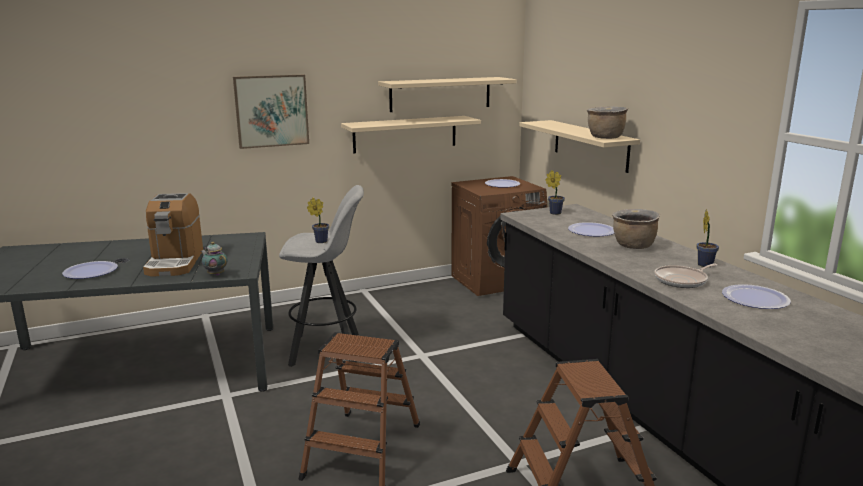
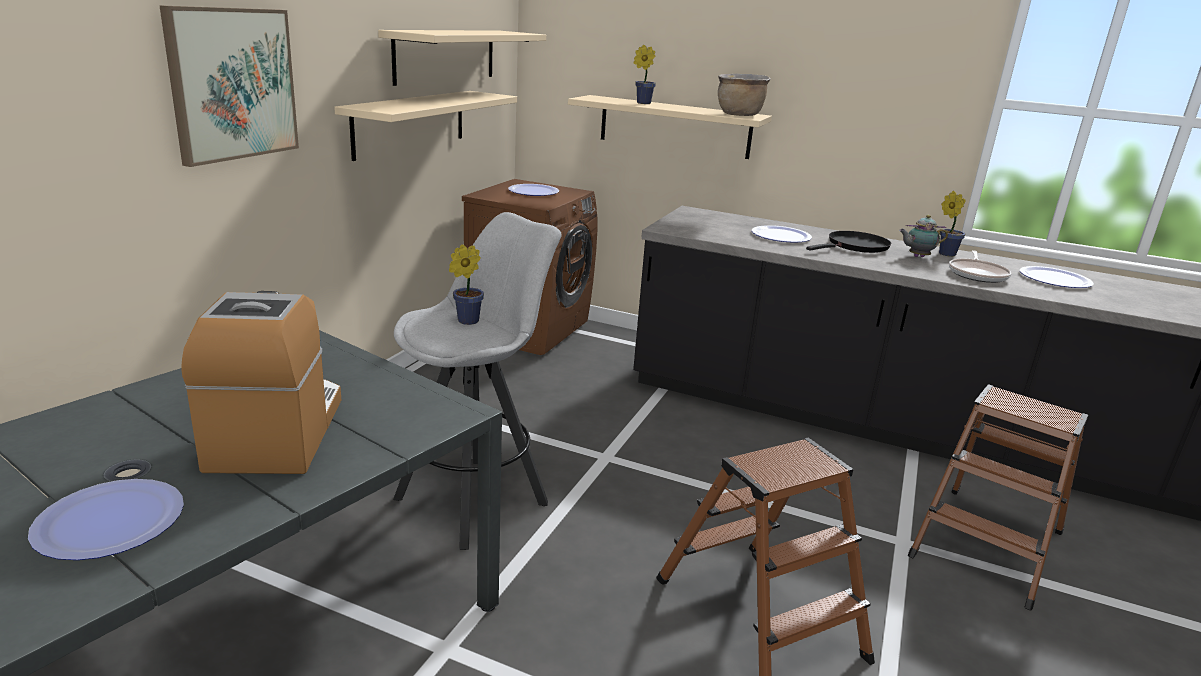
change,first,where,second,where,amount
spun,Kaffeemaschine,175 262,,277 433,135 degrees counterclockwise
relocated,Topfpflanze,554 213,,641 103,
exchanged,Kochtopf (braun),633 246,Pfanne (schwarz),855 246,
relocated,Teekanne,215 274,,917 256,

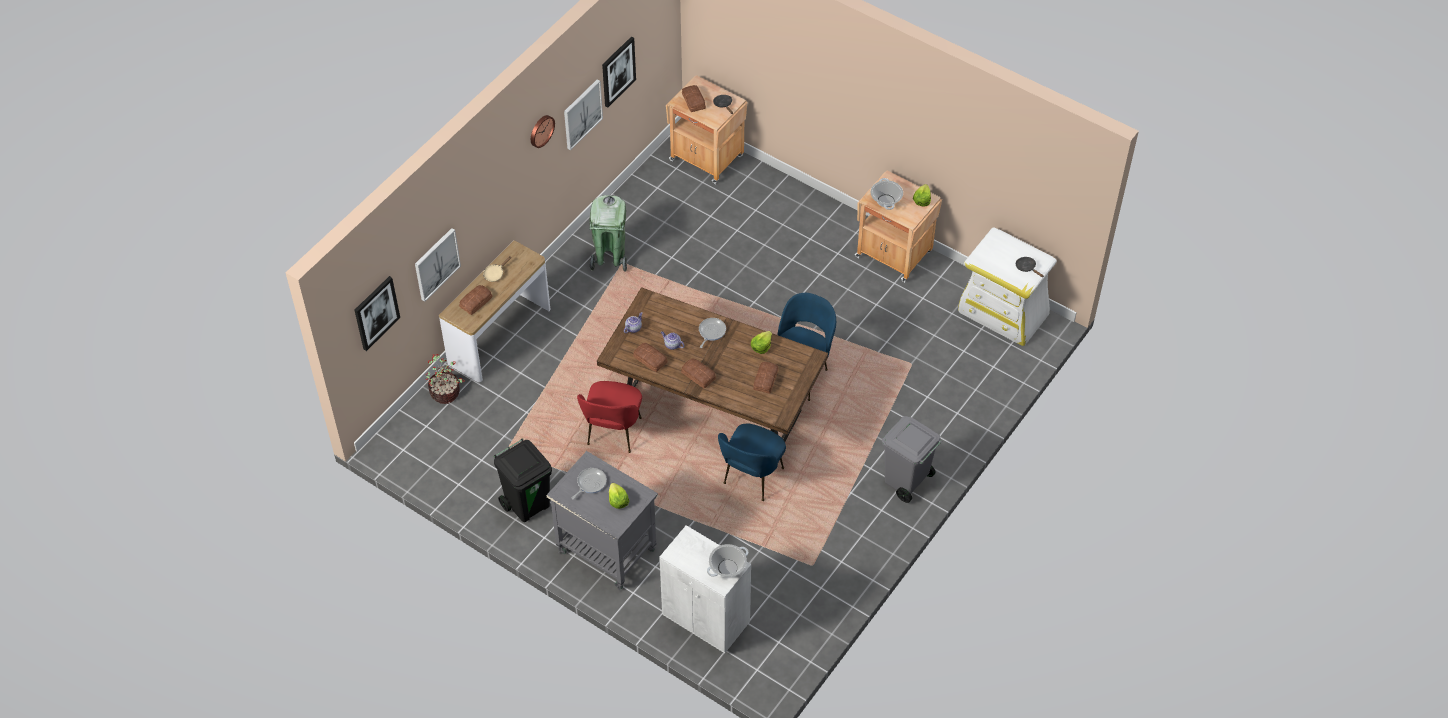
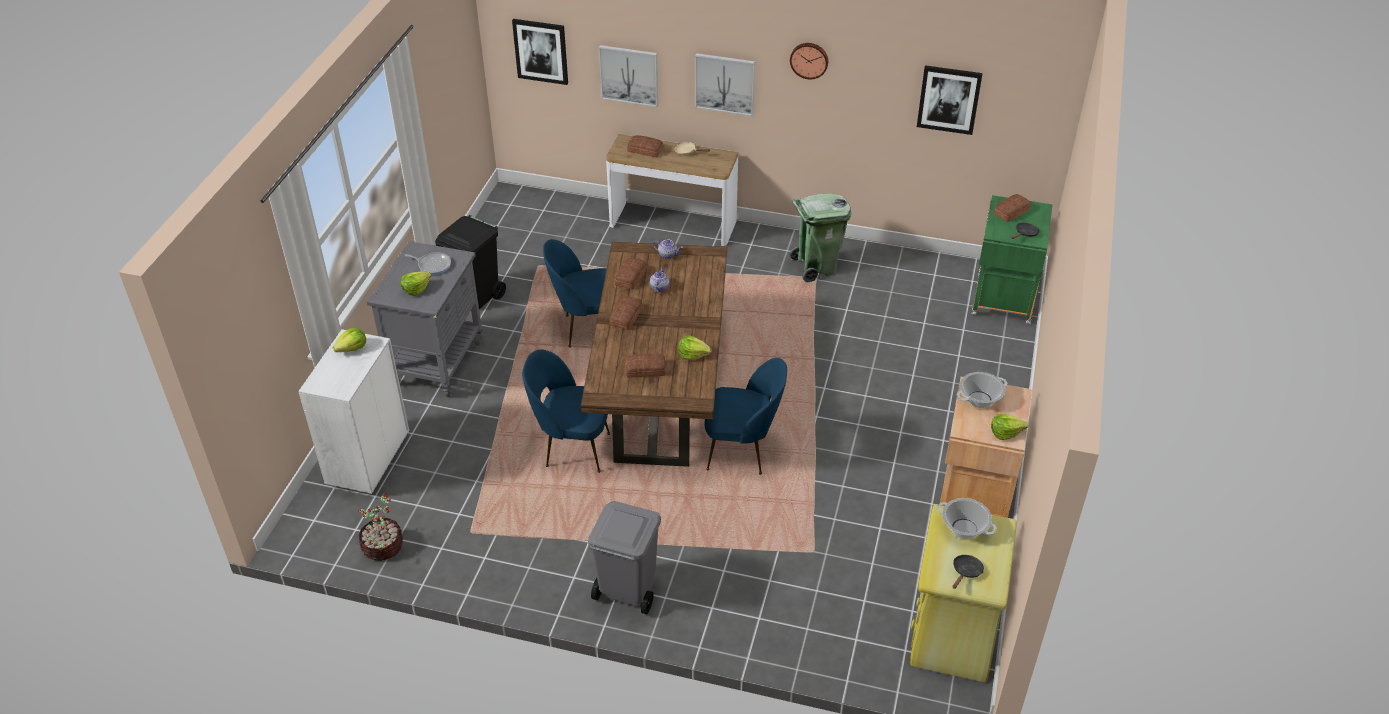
change,first,where,second,where,amount
appeared,,,Salatkopf,352 348,
relocated,Topfpflanze,446 393,,383 548,
colour,Stuhl (rot),612 435,Stuhl (blau),586 329,
relocated,Bild,582 114,,725 83,
colour,Nachttisch (weiß),1003 313,Nachttisch (gelb),953 629,
relocated,Kochtopf,727 568,,964 529,
colour,Rollwagen (braun),707 159,Rollwagen (grün),1003 300,
missing,Pfanne,711 332,,,

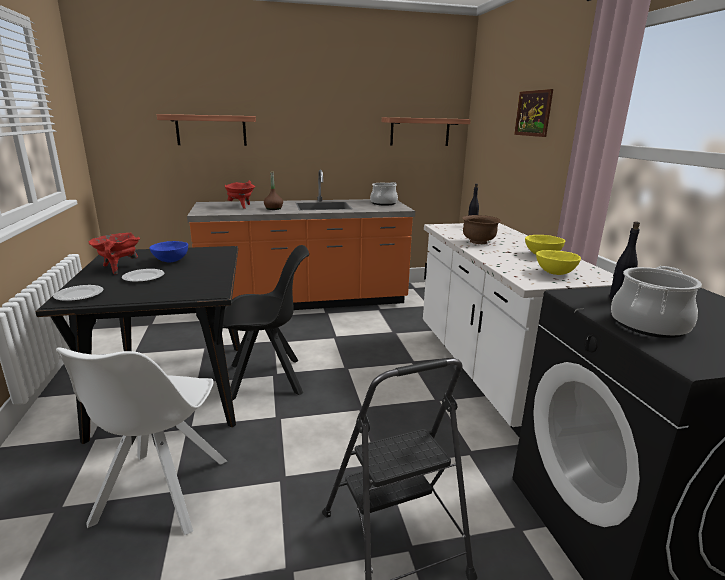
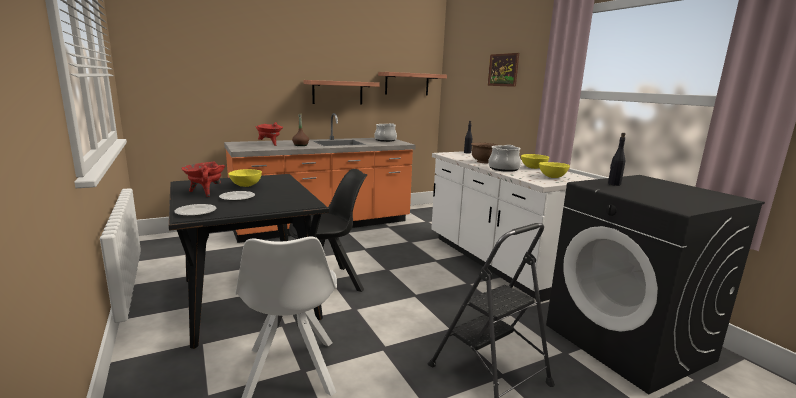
change,first,where,second,where,amount
colour,Schüssel (blau),170 261,Schüssel (gelb),246 186,
relocated,Wandregal,211 130,,337 92,
relocated,Kochtopf,648 324,,503 169,

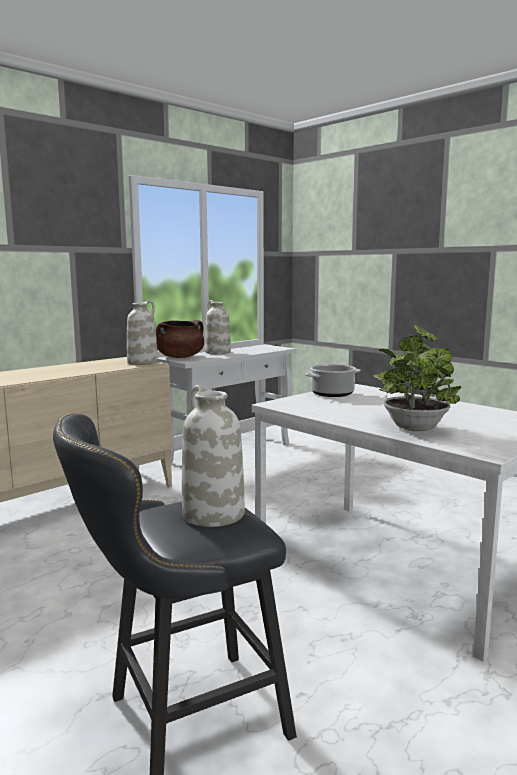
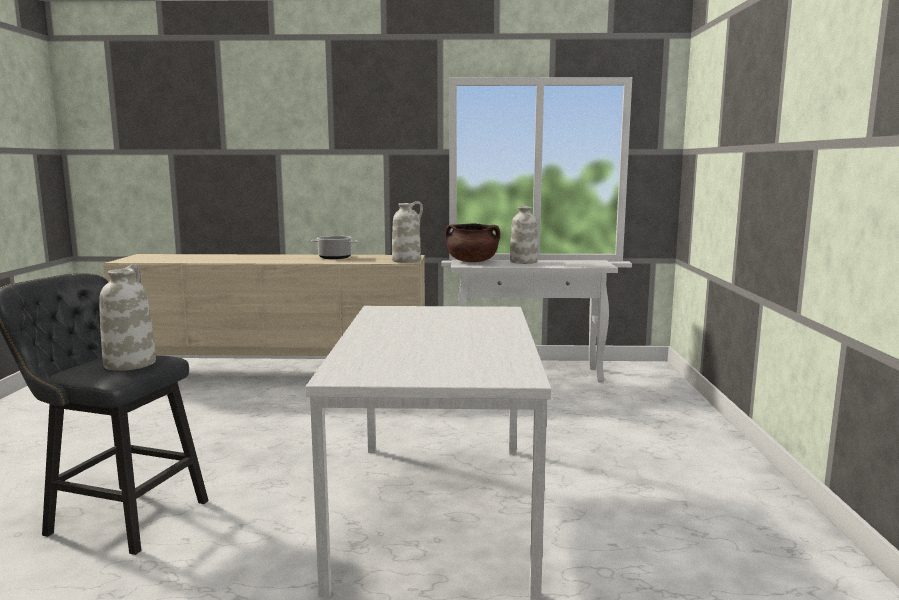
change,first,where,second,where,amount
relocated,Kochtopf,332 394,,334 257,
missing,Topfpflanze,414 426,,,

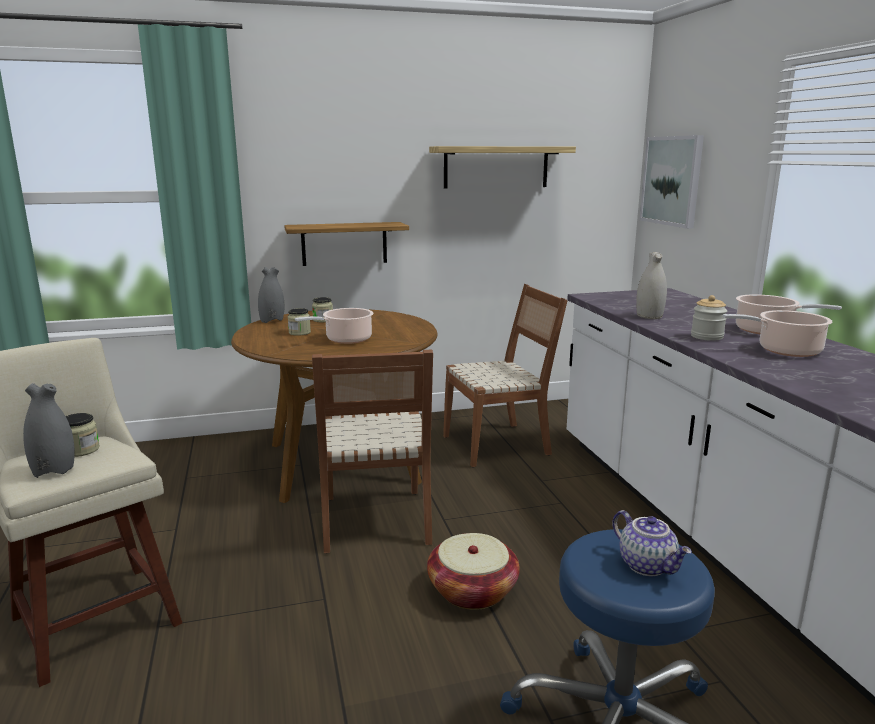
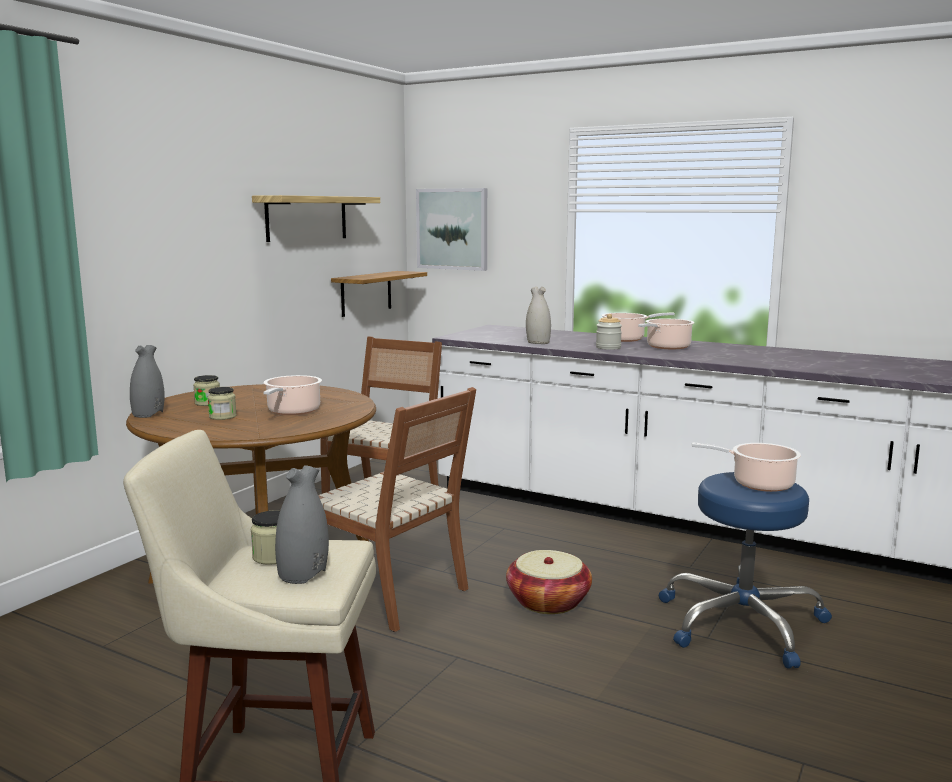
change,first,where,second,where,amount
relocated,Wandregal,344 243,,366 293,
exchanged,Teekanne,648 565,Kochtopf,758 484,

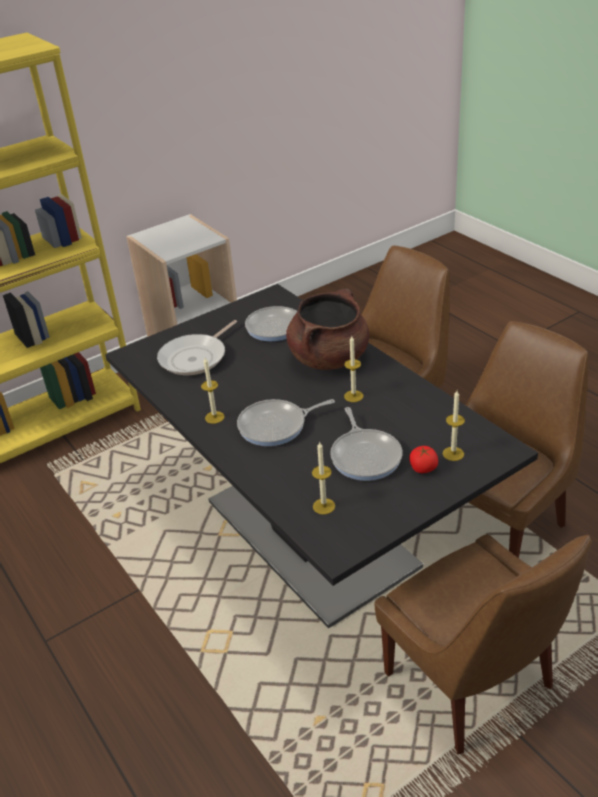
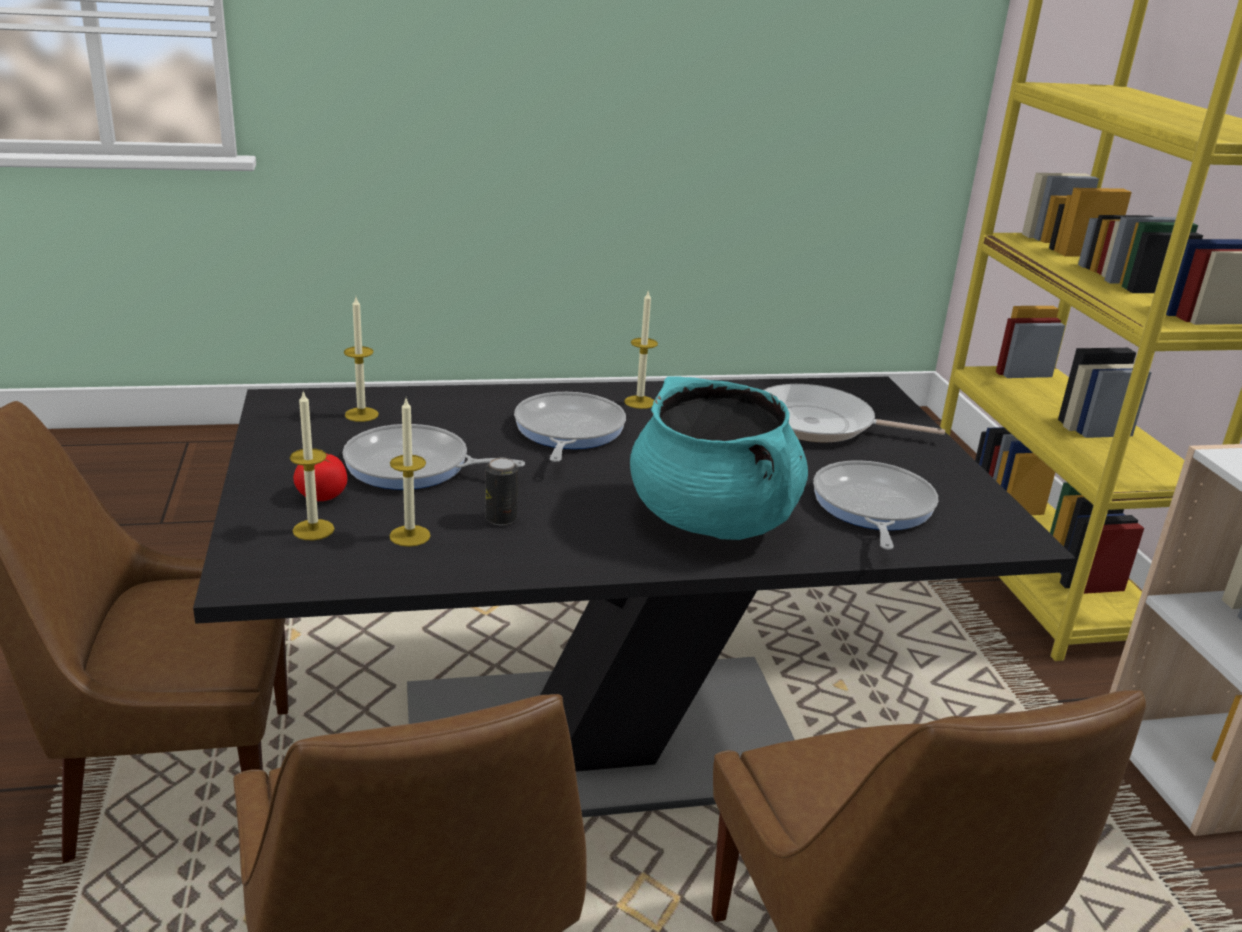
change,first,where,second,where,amount
relocated,Kerze,353 396,,410 536,
appeared,,,Dose,501 519,
colour,Kochtopf (braun),329 358,Kochtopf (türkis),713 520,
spun,Pfanne,196 357,,820 424,45 degrees counterclockwise

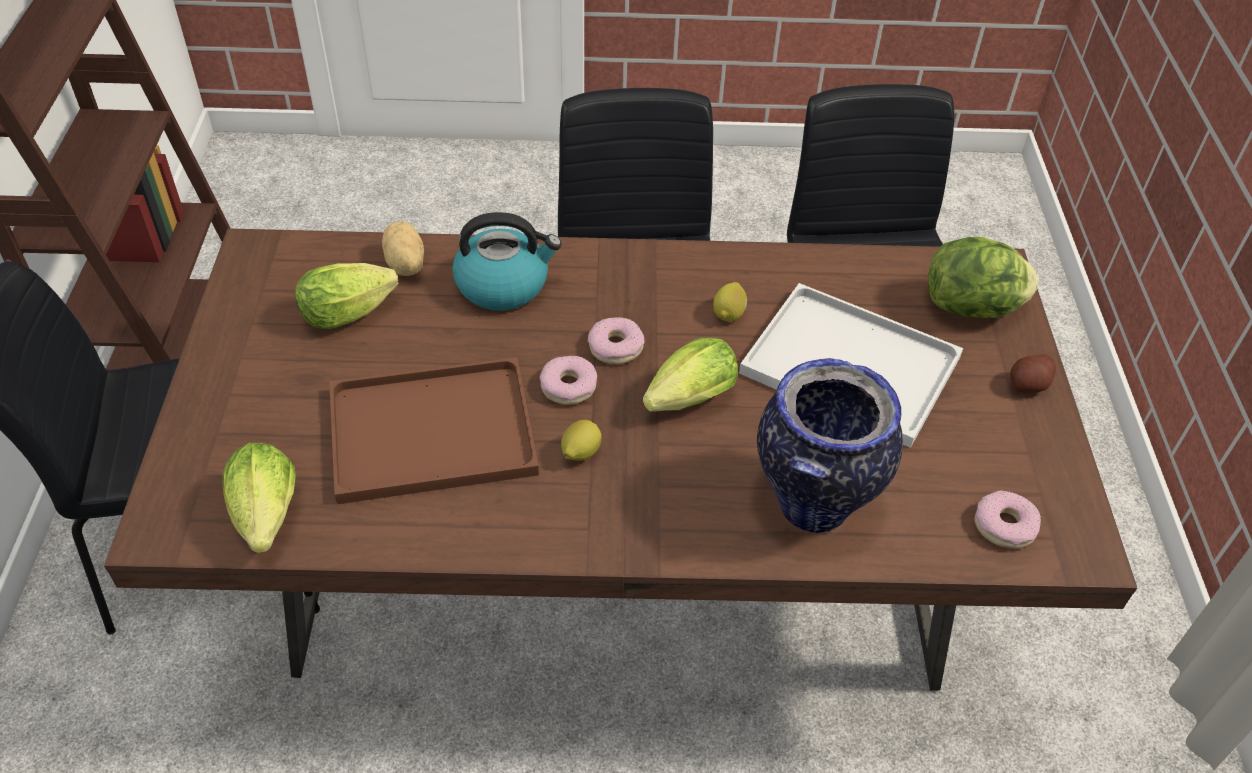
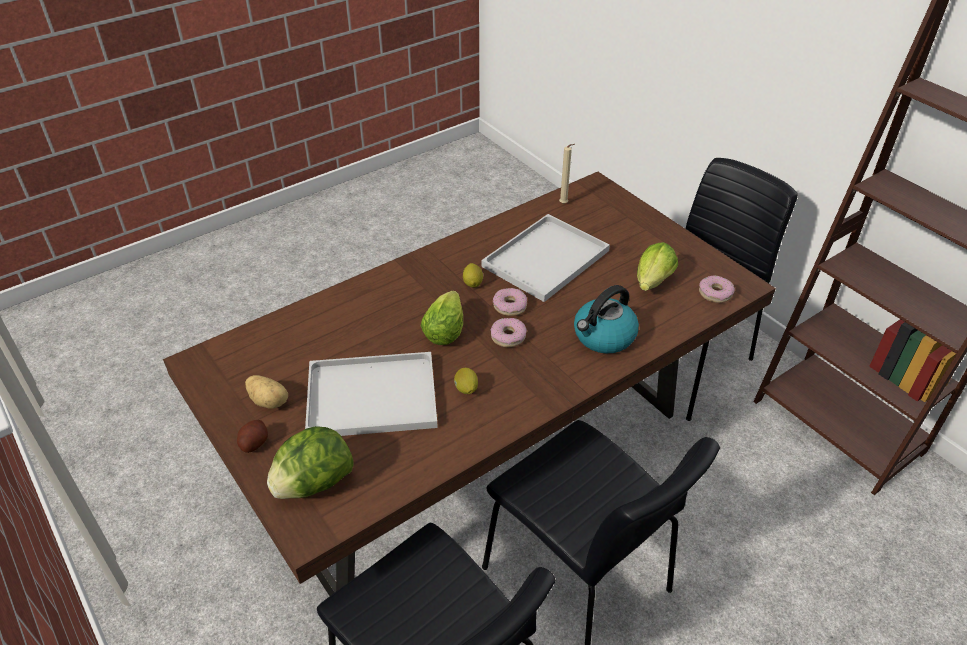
change,first,where,second,where,amount
relocated,Kartoffel,404 265,,269 401,
colour,Tablett (braun),428 434,Tablett (weiß),546 257,
exchanged,Salatkopf,266 521,Kerze (beige),564 204,
relocated,Donut,1004 526,,715 293,
missing,Vase,813 504,,,

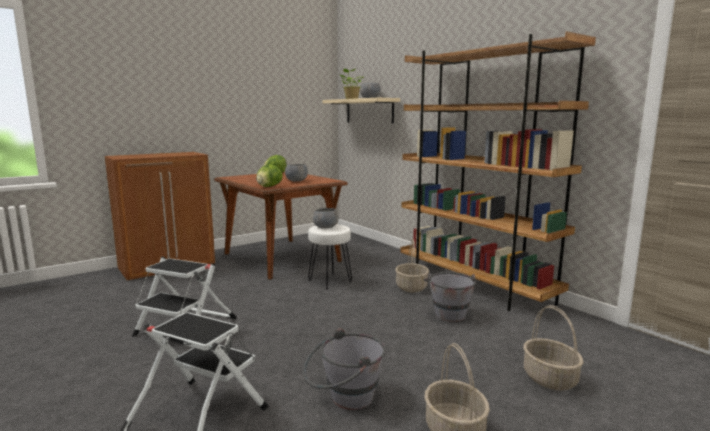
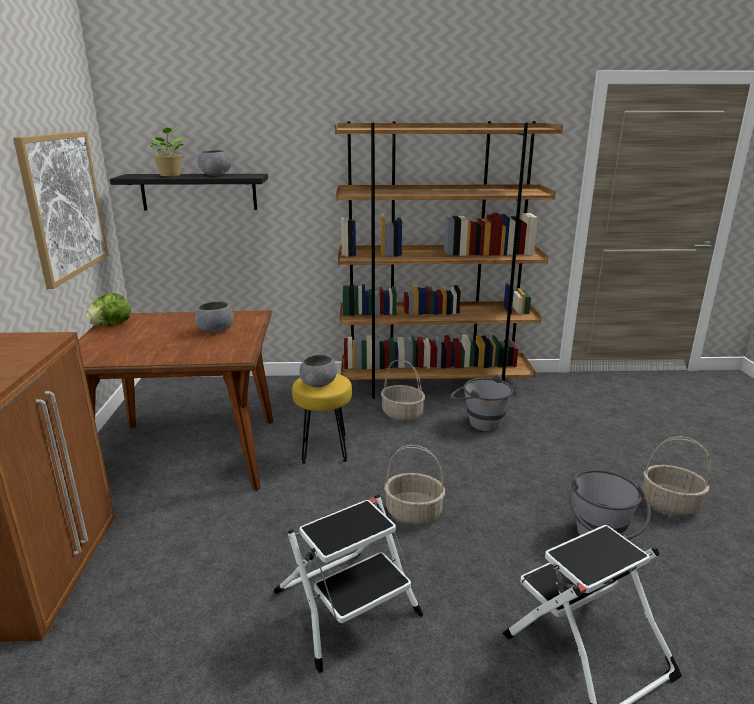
change,first,where,second,where,amount
appeared,,,Bild,64 205,
colour,Wandregal (beige),369 111,Wandregal (schwarz),199 192,
colour,Hocker (weiß),330 281,Hocker (gelb),325 451,
relocated,Korb,550 378,,414 512,
missing,Salatkopf,269 186,,,

